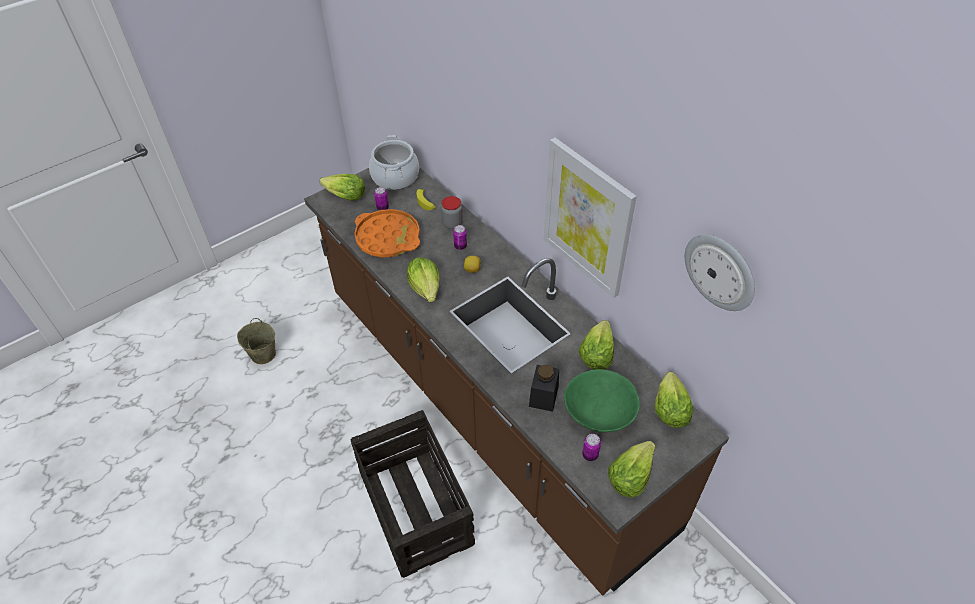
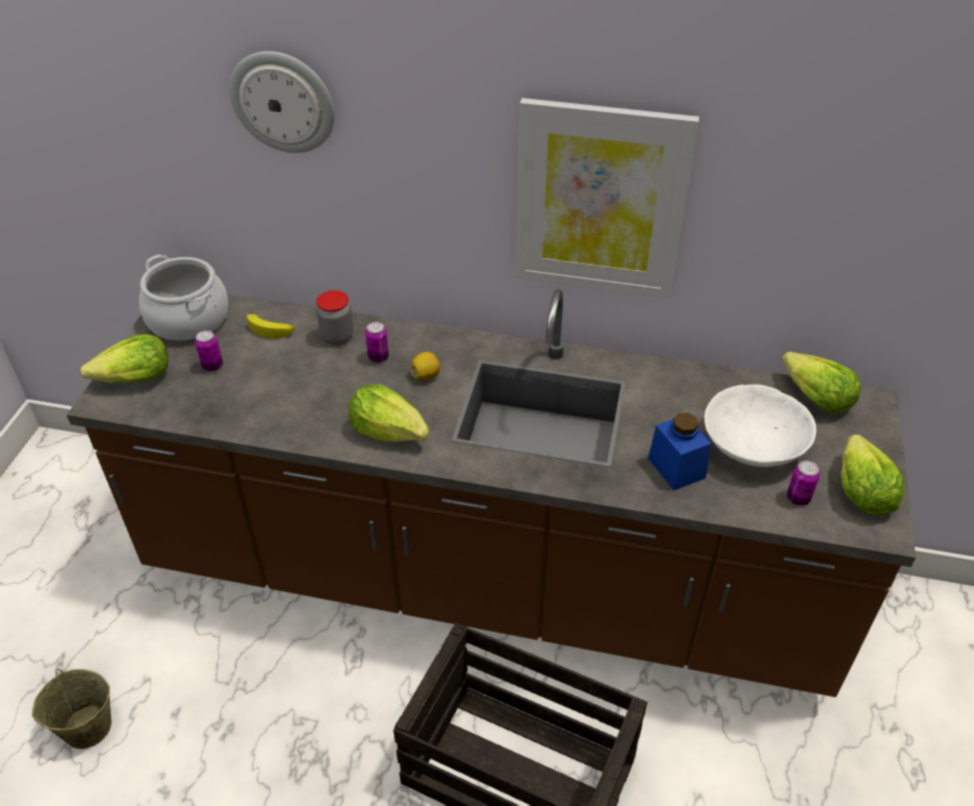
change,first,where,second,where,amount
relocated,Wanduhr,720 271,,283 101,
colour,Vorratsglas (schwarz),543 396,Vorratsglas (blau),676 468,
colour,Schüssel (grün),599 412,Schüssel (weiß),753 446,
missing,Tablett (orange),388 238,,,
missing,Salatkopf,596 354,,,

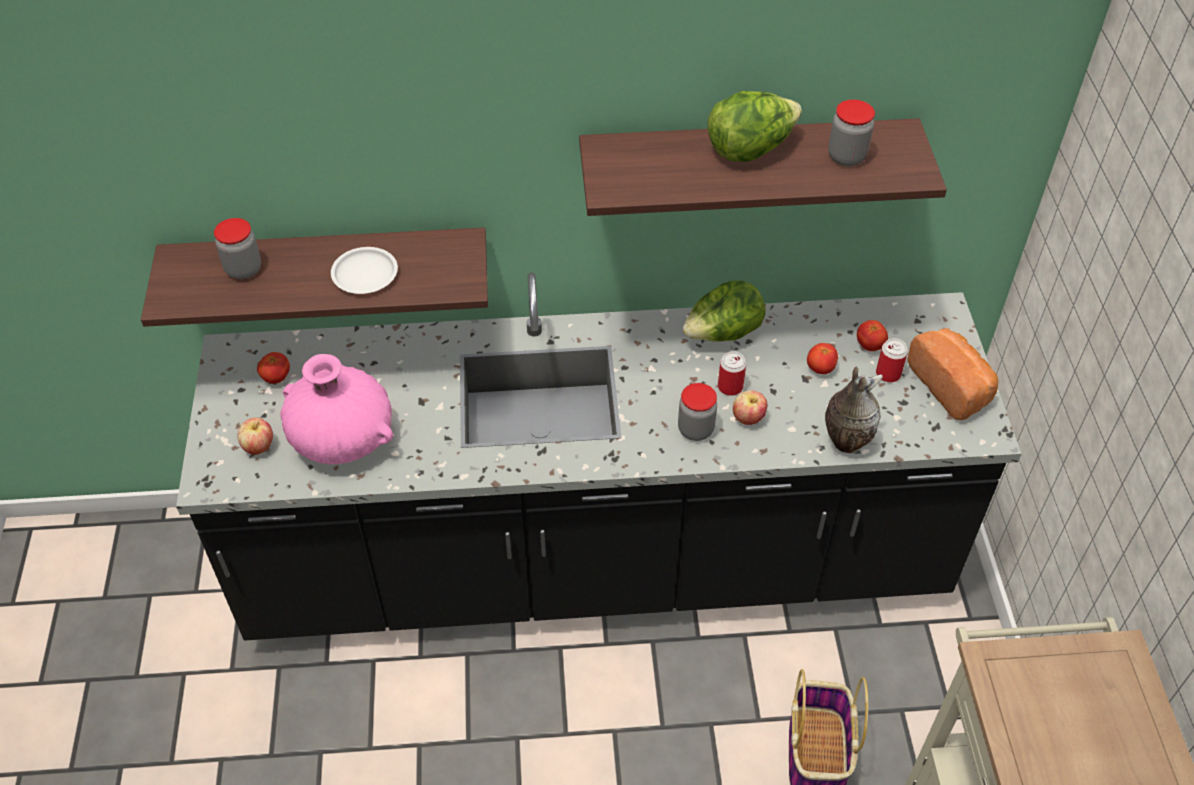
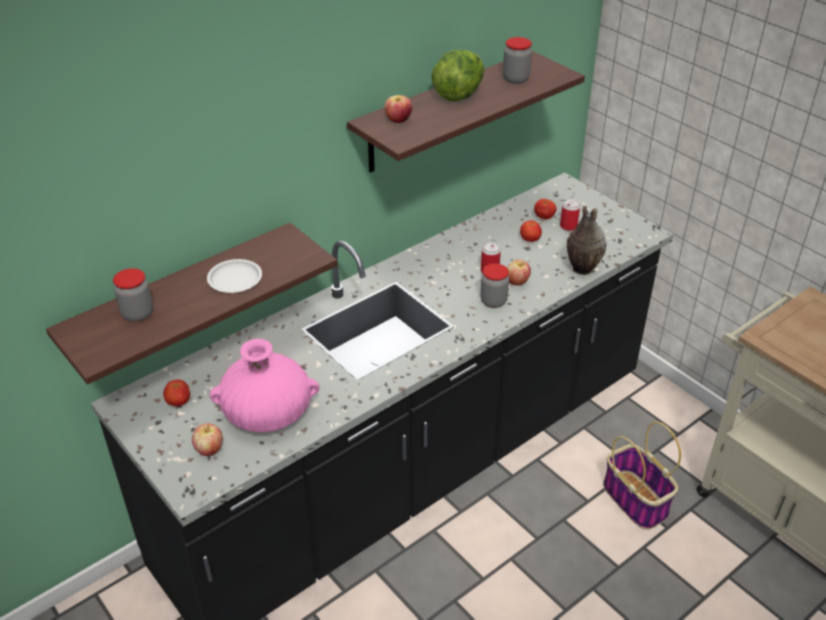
change,first,where,second,where,amount
appeared,,,Apfel,398 121,
missing,Salatkopf,722 334,,,
missing,Brot,952 386,,,

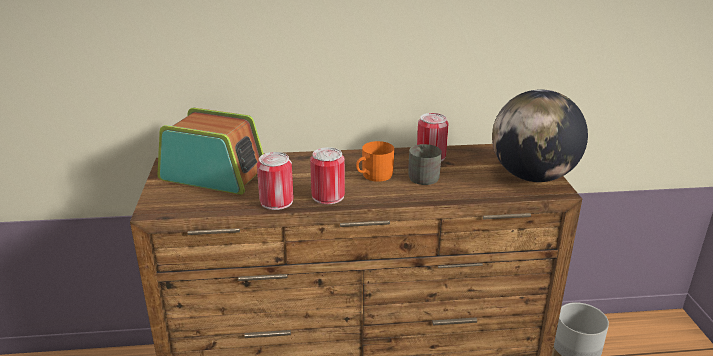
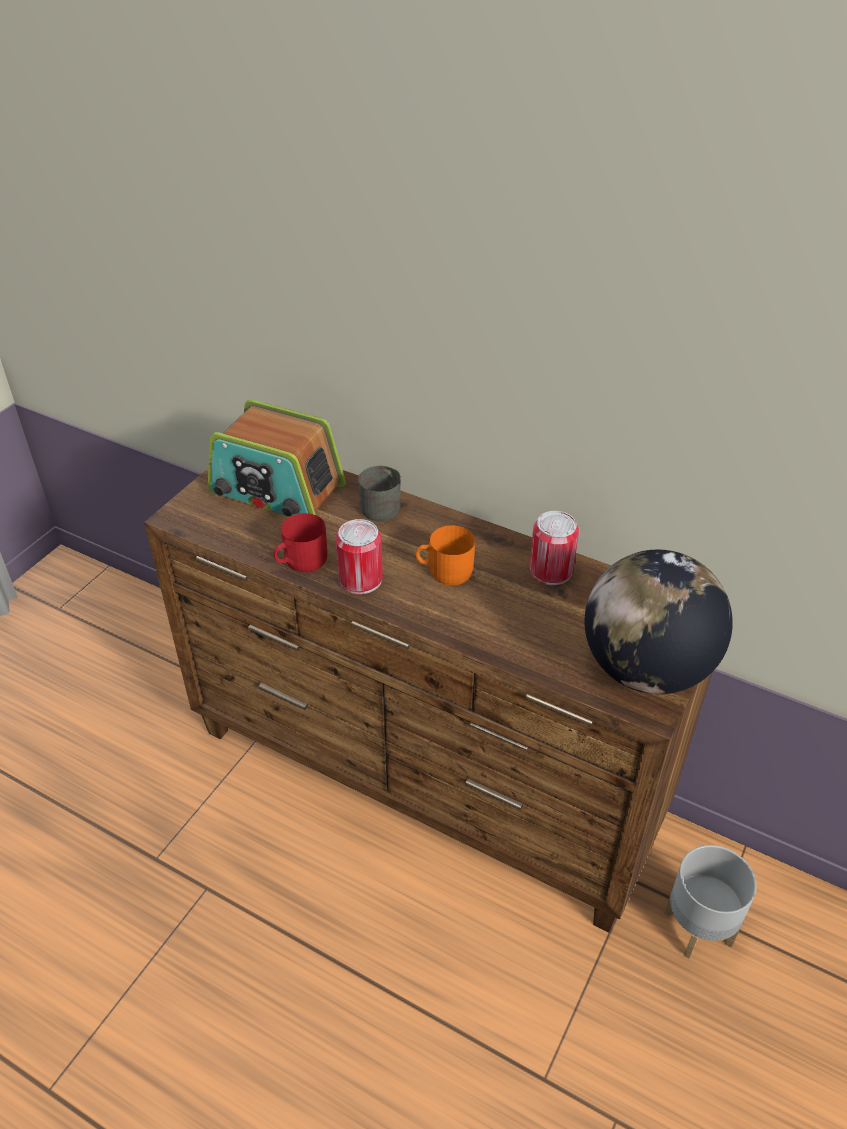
change,first,where,second,where,amount
spun,Radio,214 175,,276 490,150 degrees clockwise
exchanged,Dose,276 201,Henkelbecher (rot),300 561,
relocated,Henkelbecher (grau),423 175,,384 506,

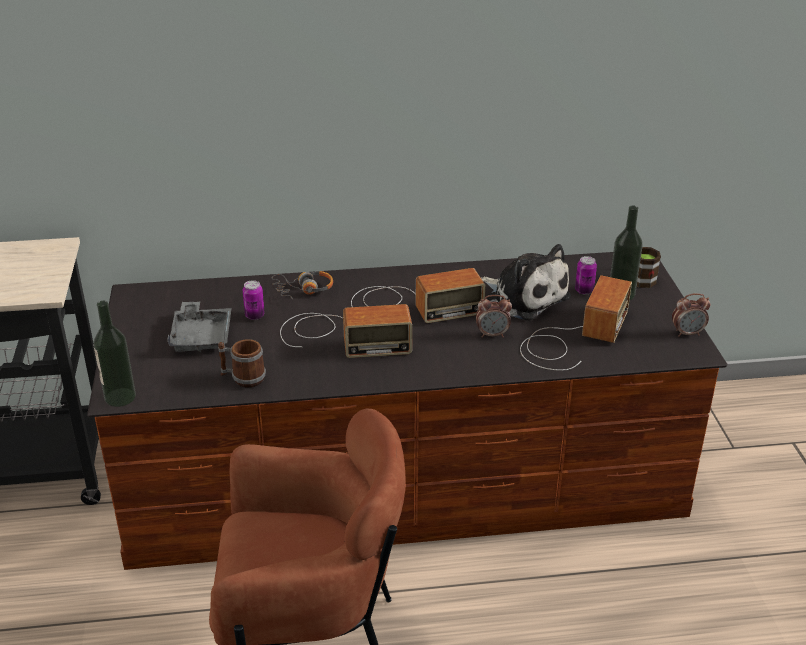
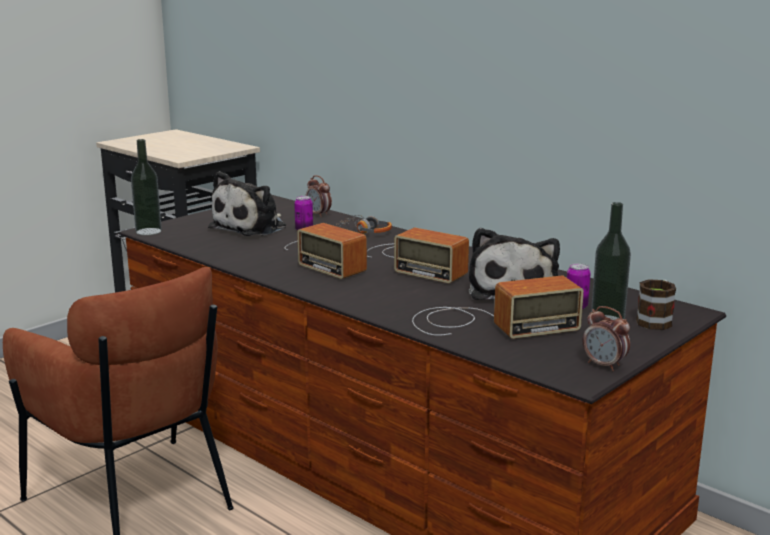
change,first,where,second,where,amount
exchanged,Tablett (grau),201 337,Plüschtier,252 227,
relocated,Wecker,492 334,,319 215,
missing,Henkelbecher,243 378,,,

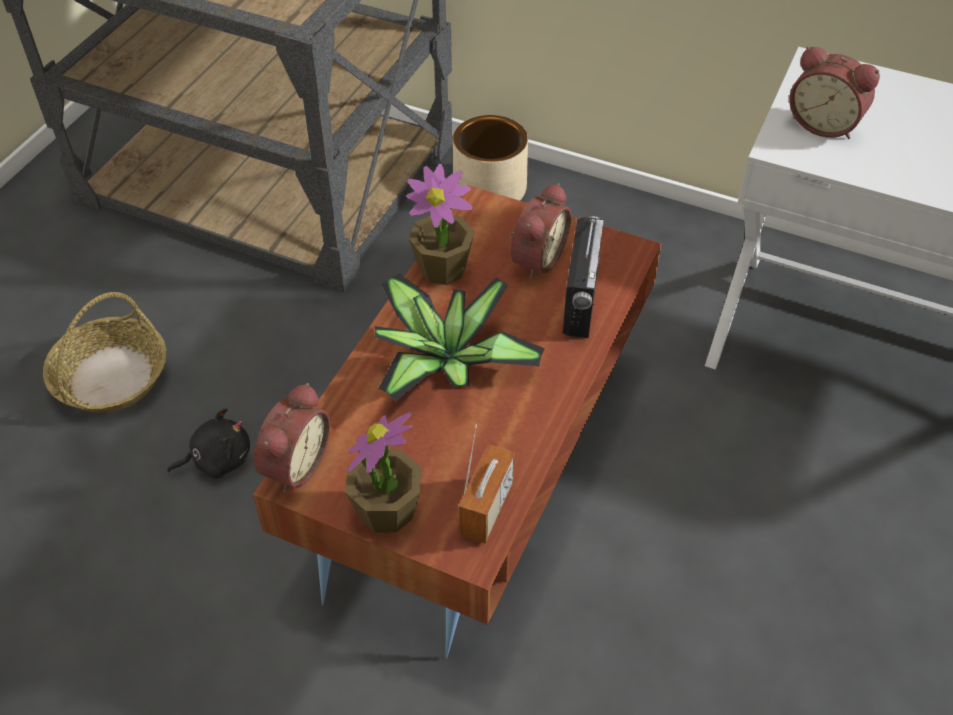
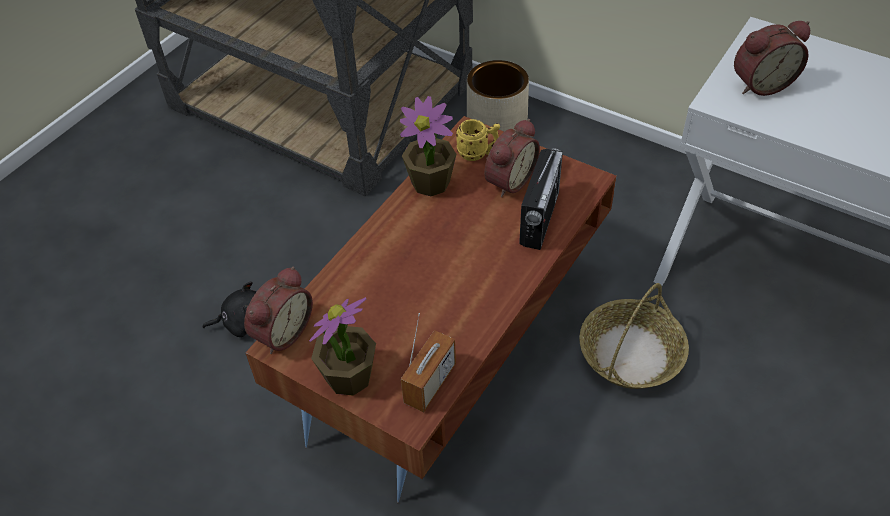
change,first,where,second,where,amount
appeared,,,Henkelbecher (gelb),478 153,
relocated,Korb,111 376,,630 353,
spun,Wecker,824 123,,760 83,60 degrees counterclockwise
missing,Topfpflanze,446 362,,,

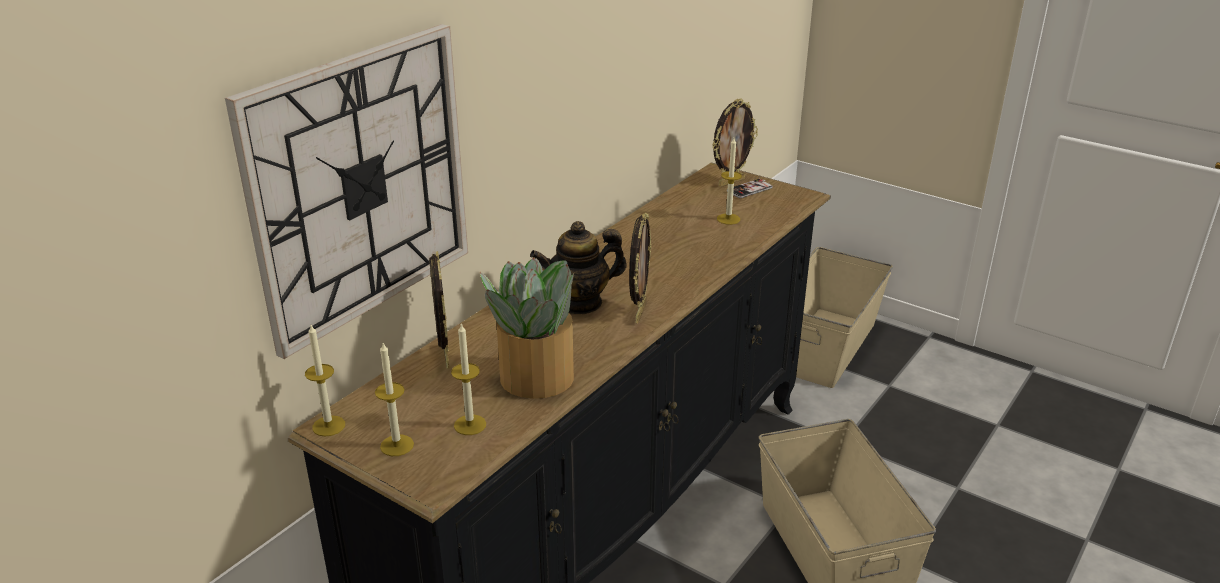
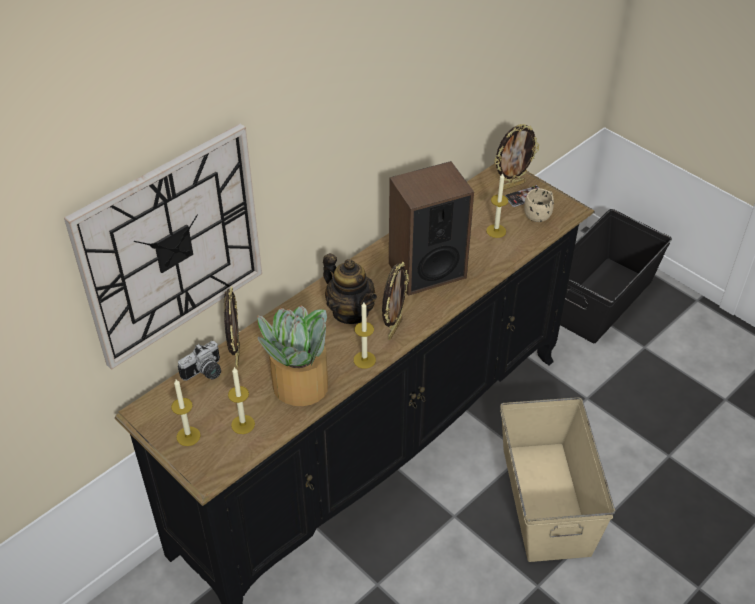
change,first,where,second,where,amount
appeared,,,Kamera,205 373,
spun,Teekanne,580 302,,350 312,120 degrees counterclockwise
relocated,Kerze,328 426,,364 360,
appeared,,,Lautsprecher,426 270,
appeared,,,Henkelbecher (beige),539 214,
colour,Aufbewahrungsbox (beige),826 346,Aufbewahrungsbox (schwarz),602 299,

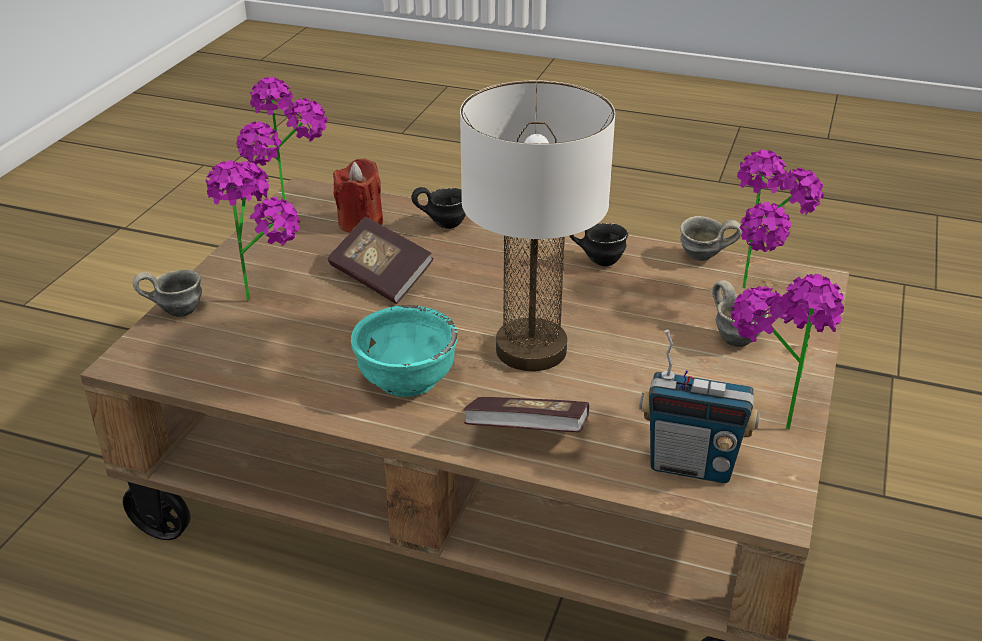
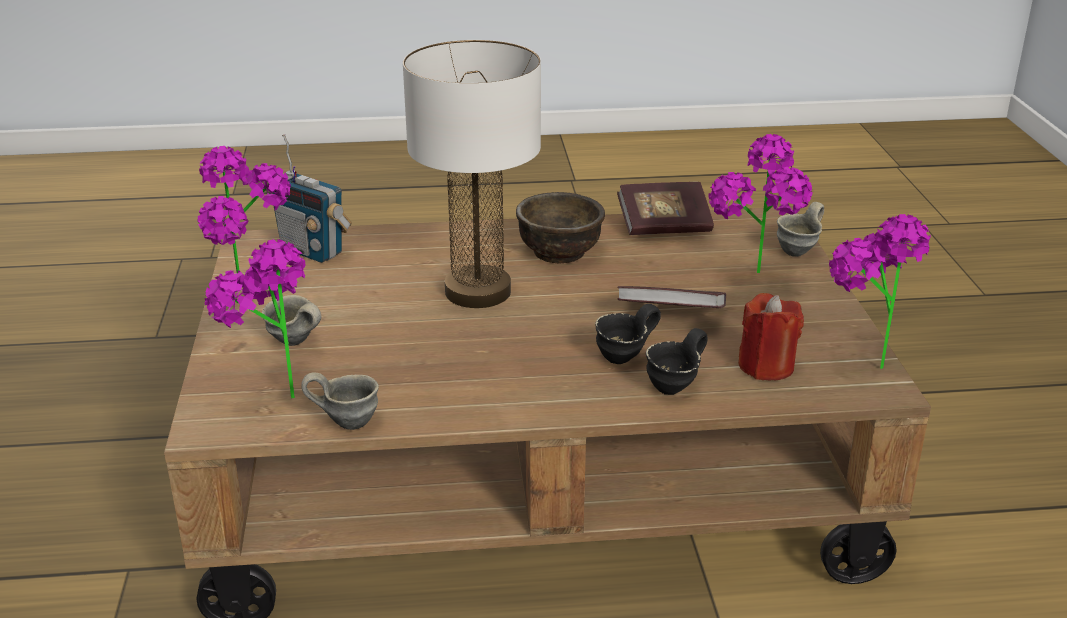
change,first,where,second,where,amount
spun,Radio,691 465,,312 251,135 degrees counterclockwise
colour,Schüssel (türkis),407 379,Schüssel (braun),558 252,
relocated,Henkelbecher (schwarz),598 260,,625 359,
relocated,Buch,527 433,,664 226,

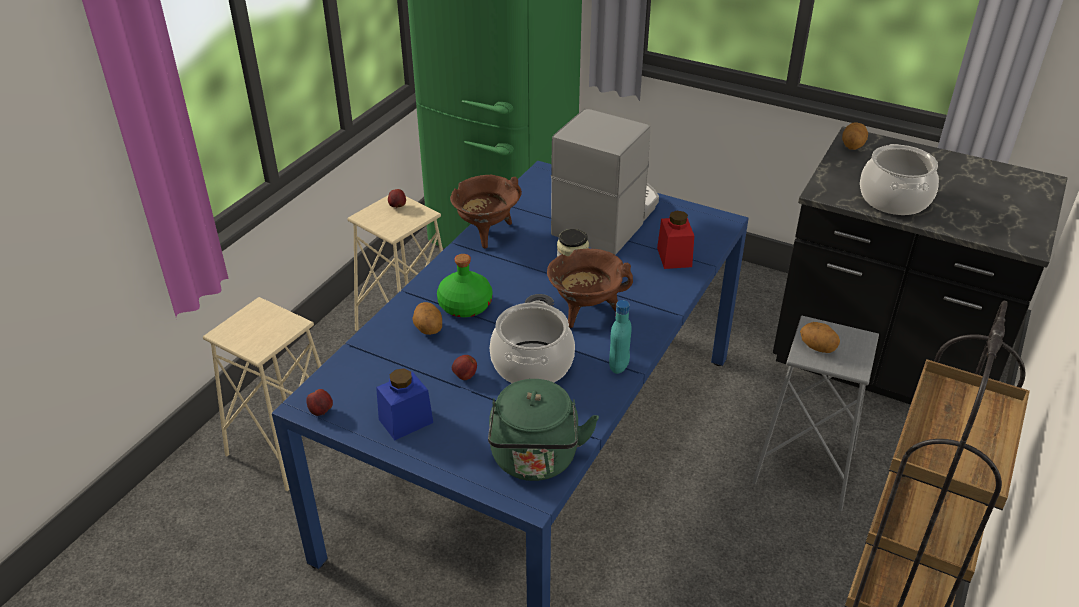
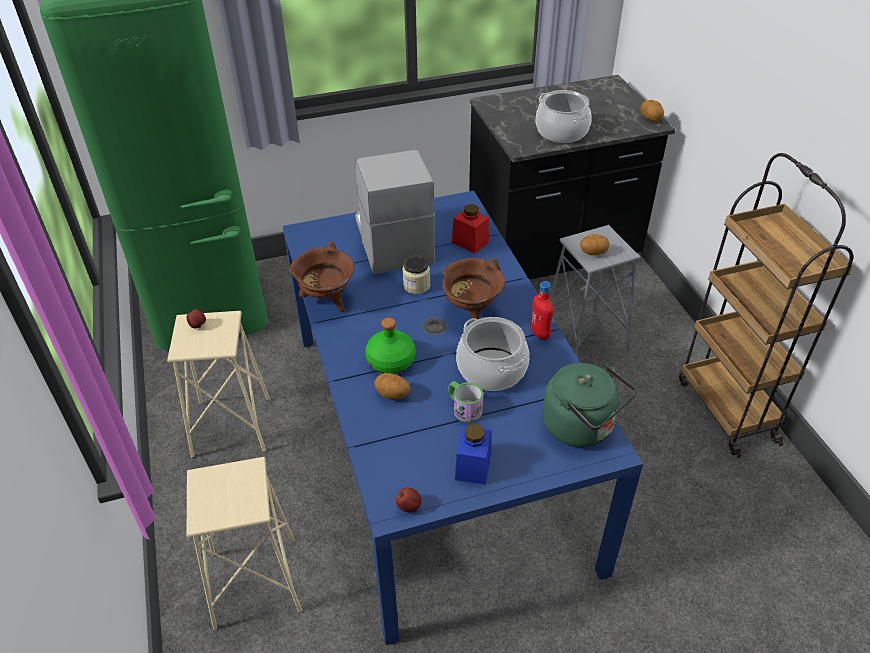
change,first,where,second,where,amount
exchanged,Apfel,464 376,Henkelbecher,464 408,
colour,Flasche (türkis),619 366,Flasche (rot),540 333,
relocated,Kartoffel,852 146,,650 119,

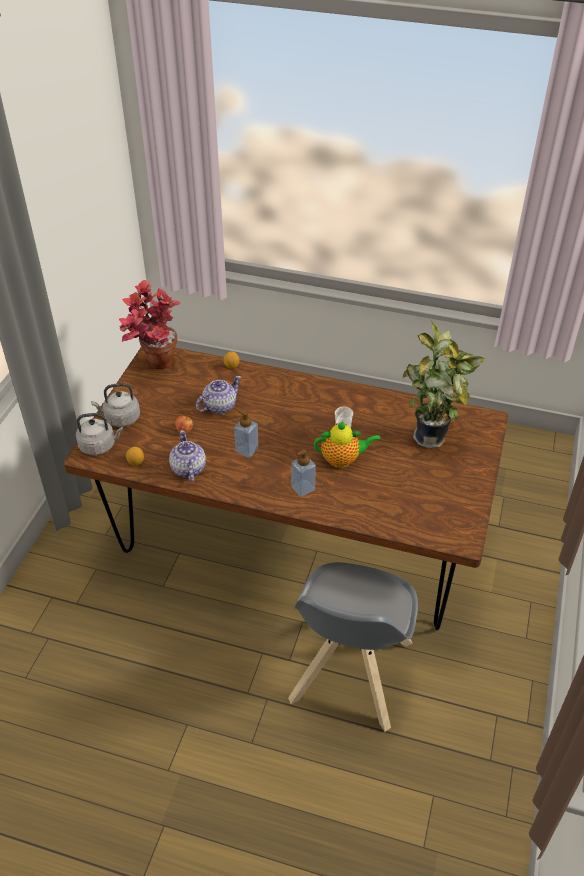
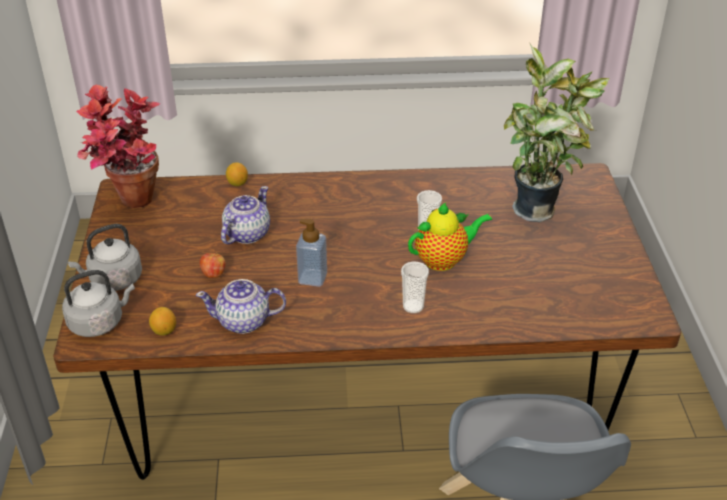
change,first,where,second,where,amount
spun,Teekanne,188 469,,244 321,60 degrees counterclockwise
exchanged,Seifenspender,303 488,Tasse,413 306,

